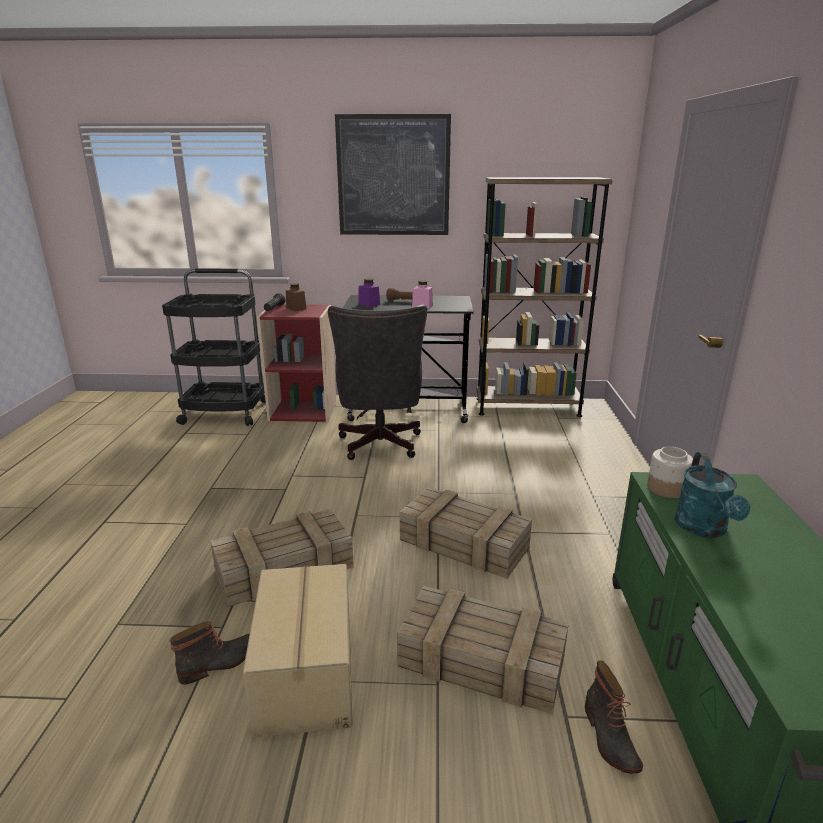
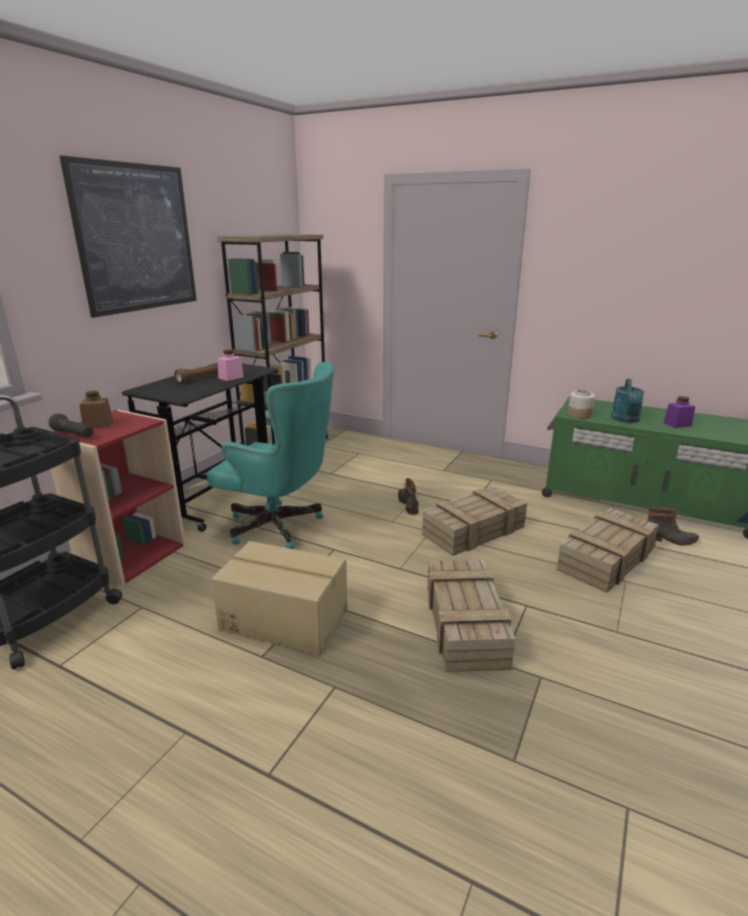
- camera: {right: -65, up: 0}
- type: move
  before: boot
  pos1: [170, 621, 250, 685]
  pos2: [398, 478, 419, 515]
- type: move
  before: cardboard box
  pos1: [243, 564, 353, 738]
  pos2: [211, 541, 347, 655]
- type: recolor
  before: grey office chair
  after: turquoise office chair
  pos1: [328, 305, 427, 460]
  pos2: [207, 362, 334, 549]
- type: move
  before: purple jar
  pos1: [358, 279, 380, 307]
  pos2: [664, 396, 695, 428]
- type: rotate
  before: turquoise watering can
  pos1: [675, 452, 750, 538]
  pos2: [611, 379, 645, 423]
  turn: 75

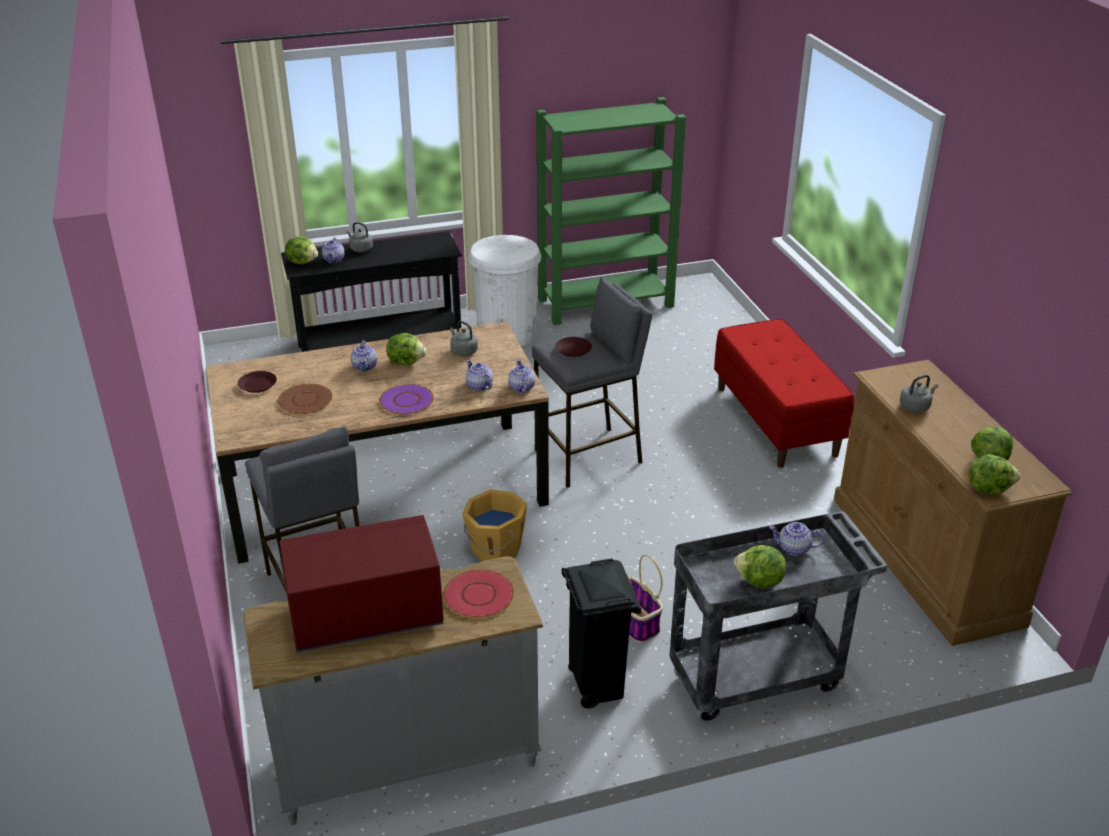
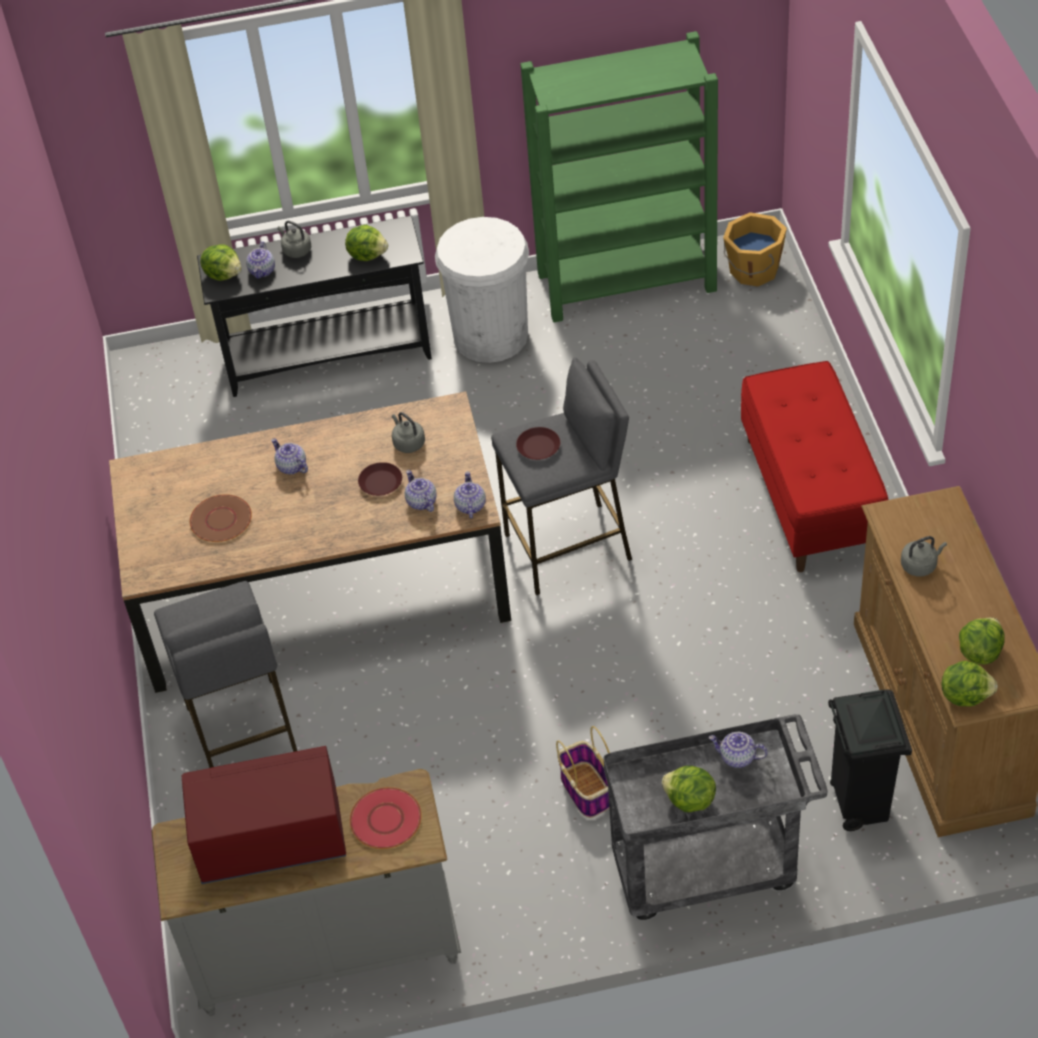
- camera: {right: 10, up: 15}
- type: move
  before: brown plate
  pos1: [238, 371, 277, 393]
  pos2: [358, 462, 402, 496]
- type: rotate
  before: teapot
  pos1: [350, 340, 377, 371]
  pos2: [271, 438, 308, 475]
  turn: 135
- type: delete
  before: purple plate
  pos1: [379, 384, 434, 415]
- type: move
  before: lettuce
  pos1: [386, 333, 426, 365]
  pos2: [345, 225, 388, 261]
- type: move
  before: orange bucket
  pos1: [462, 489, 527, 561]
  pos2: [723, 212, 787, 287]
- type: move
  before: black trash can
  pos1: [561, 558, 641, 708]
  pos2: [828, 689, 912, 831]

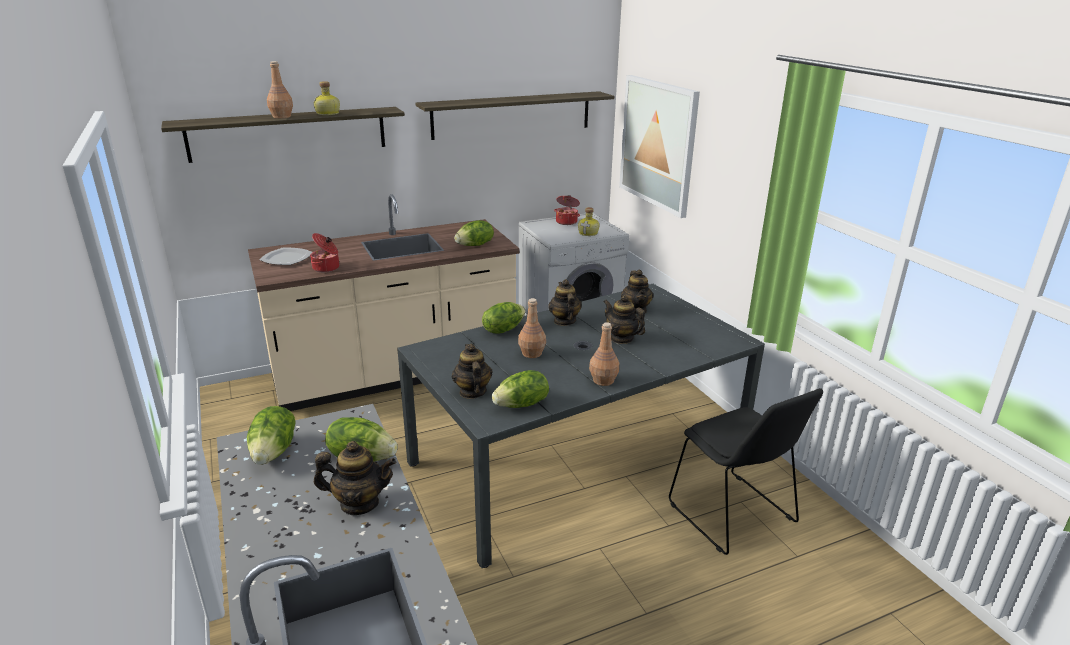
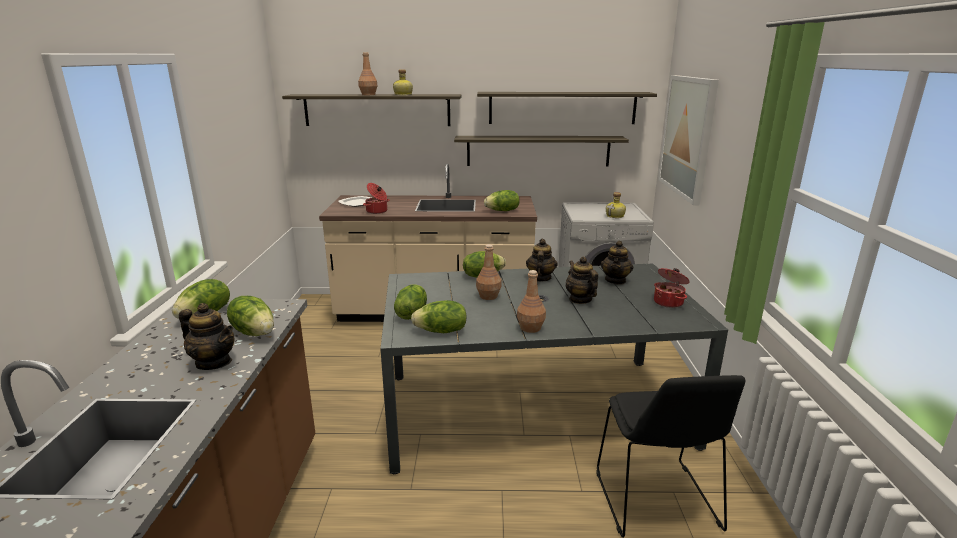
- camera: {right: 25, up: -5}
- type: replace
  before: teapot
  after: lettuce
  pos1: [452, 344, 493, 399]
  pos2: [394, 285, 427, 320]
- type: move
  before: cooking pot
  pos1: [554, 195, 580, 225]
  pos2: [654, 268, 690, 308]
- type: insert
  after: shelf
  pos2: [454, 136, 629, 166]

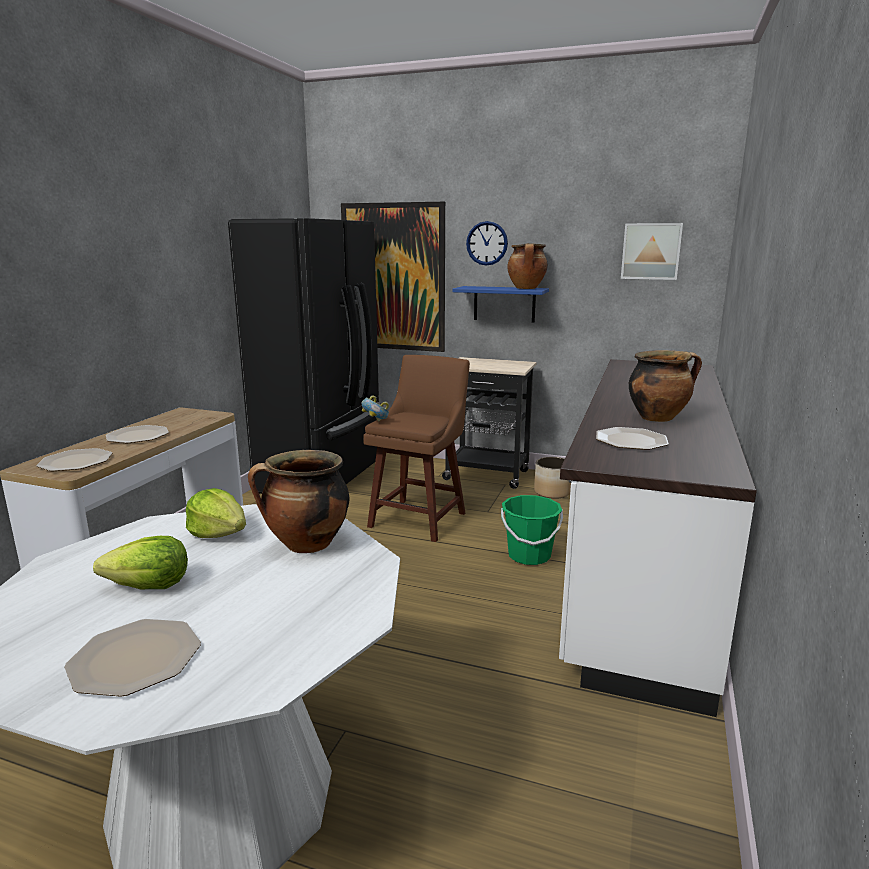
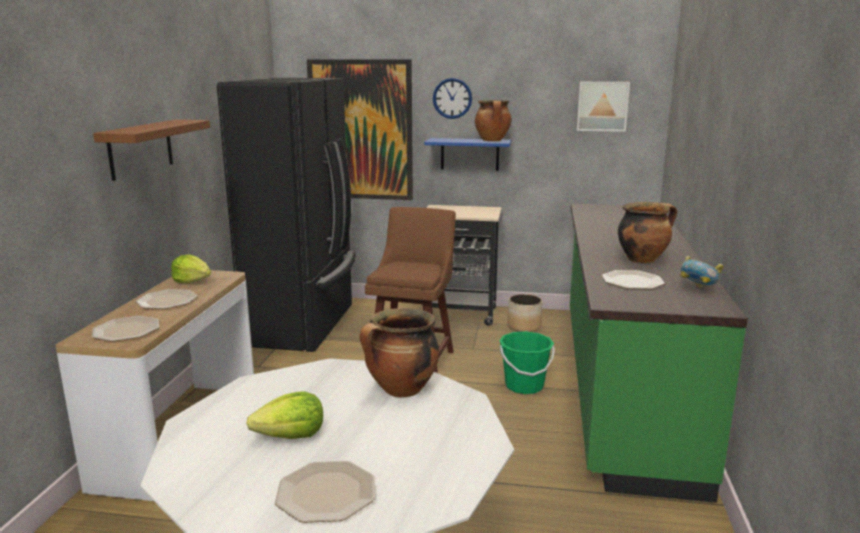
- camera: {right: -10, up: 0}
- type: move
  before: lettuce
  pos1: [186, 488, 246, 538]
  pos2: [171, 254, 211, 283]
- type: move
  before: bowl
  pos1: [362, 396, 389, 421]
  pos2: [680, 256, 723, 288]
- type: recolor
  before: white counter
  after: green counter
  pos1: [559, 359, 757, 717]
  pos2: [570, 203, 748, 503]
- type: insert
  after: brown shelf
  pos2: [93, 119, 210, 181]

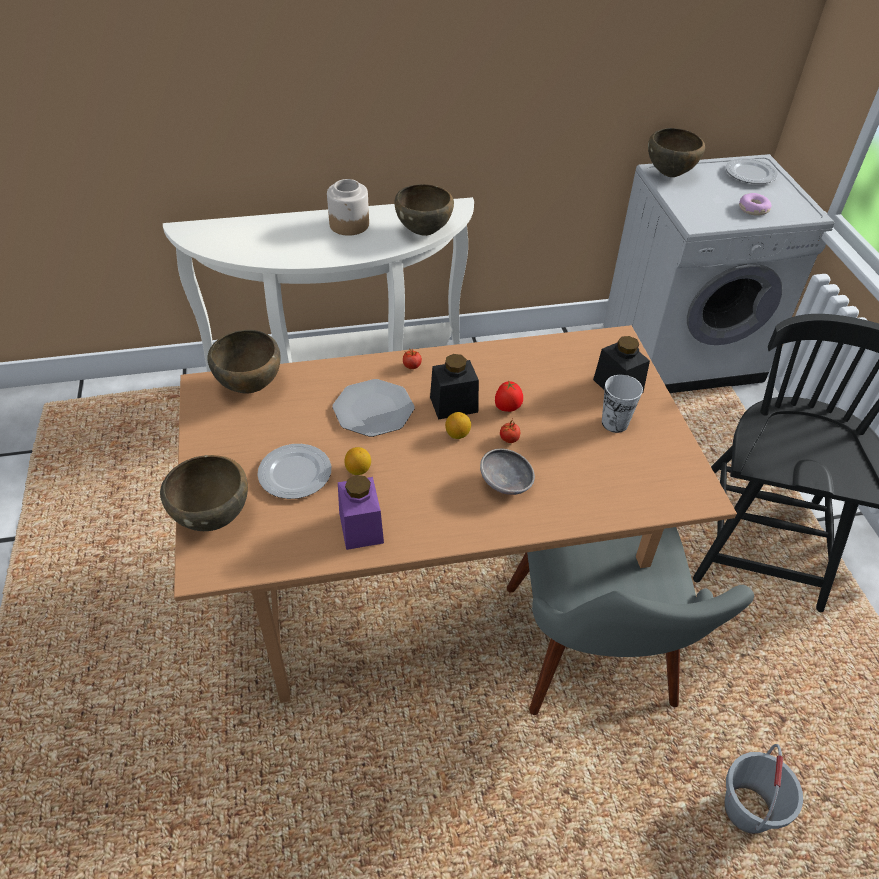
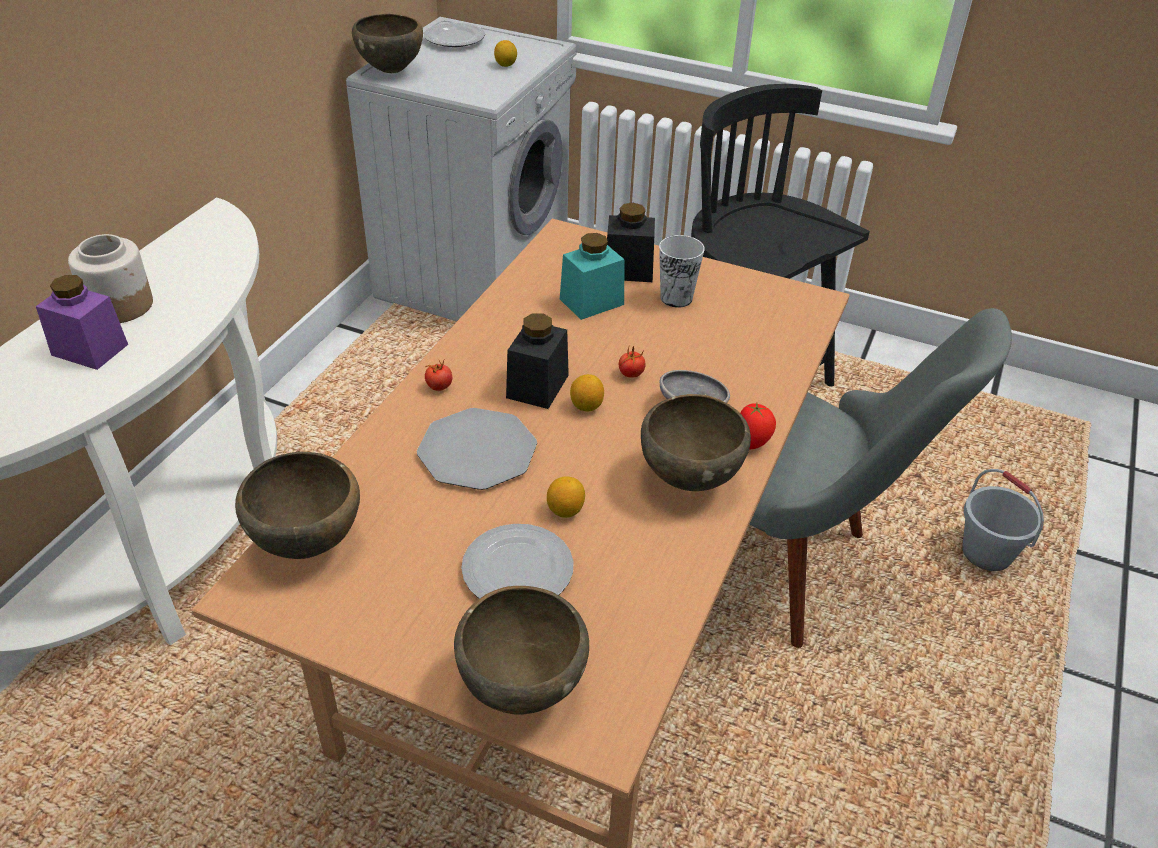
- camera: {right: -55, up: -5}
- type: move
  before: purple jar
  pos1: [338, 475, 384, 550]
  pos2: [36, 275, 128, 370]
- type: move
  before: brown bowl
  pos1: [394, 184, 454, 236]
  pos2: [641, 394, 751, 491]
- type: move
  before: tomato
  pos1: [495, 381, 523, 412]
  pos2: [740, 403, 776, 449]
- type: replace
  before: donut
  after: lemon
  pos1: [739, 193, 772, 216]
  pos2: [494, 40, 517, 67]
- type: insert
  after: turquoise jar
  pos2: [560, 233, 625, 320]

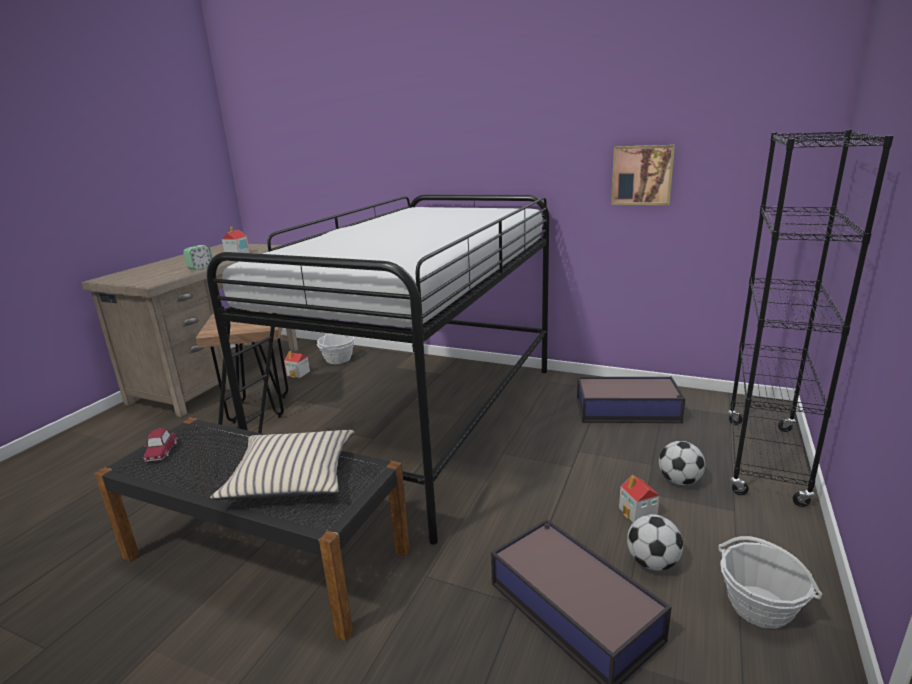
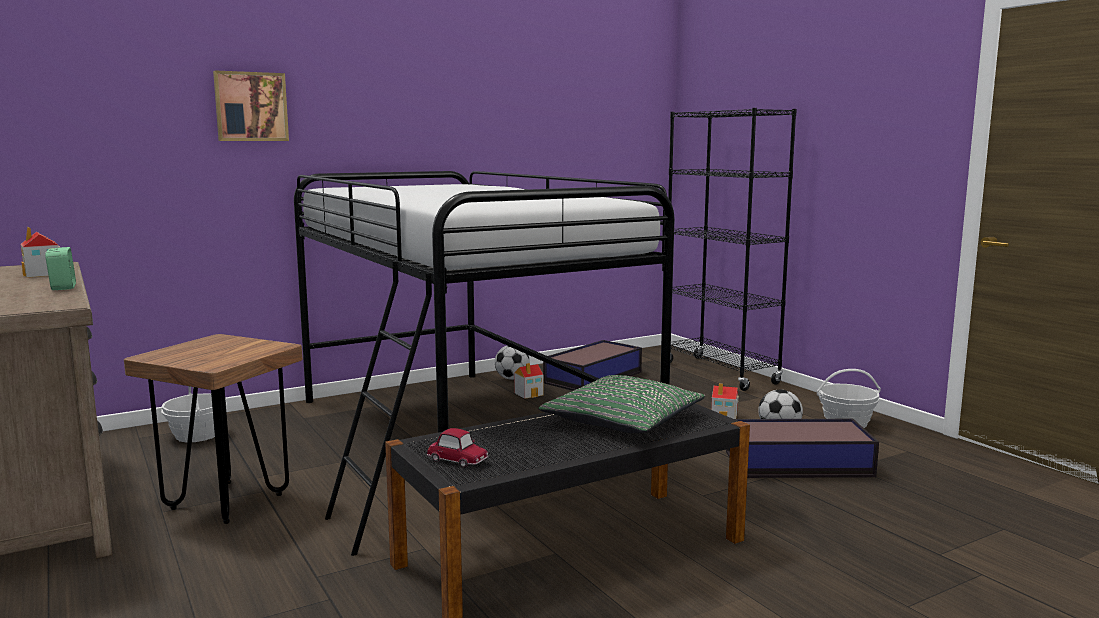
- camera: {right: -55, up: -10}
- type: recolor
  before: beige pillow
  after: green pillow
  pos1: [210, 430, 355, 500]
  pos2: [539, 375, 705, 433]
- type: move
  before: toy house
  pos1: [284, 351, 310, 378]
  pos2: [514, 363, 544, 399]
- type: move
  before: picture
  pos1: [611, 145, 675, 205]
  pos2: [213, 70, 289, 141]
- type: move
  before: football
  pos1: [659, 441, 705, 485]
  pos2: [495, 346, 530, 380]

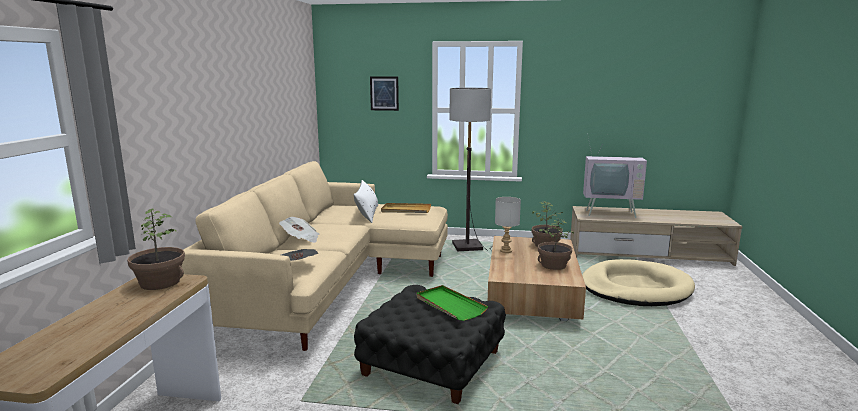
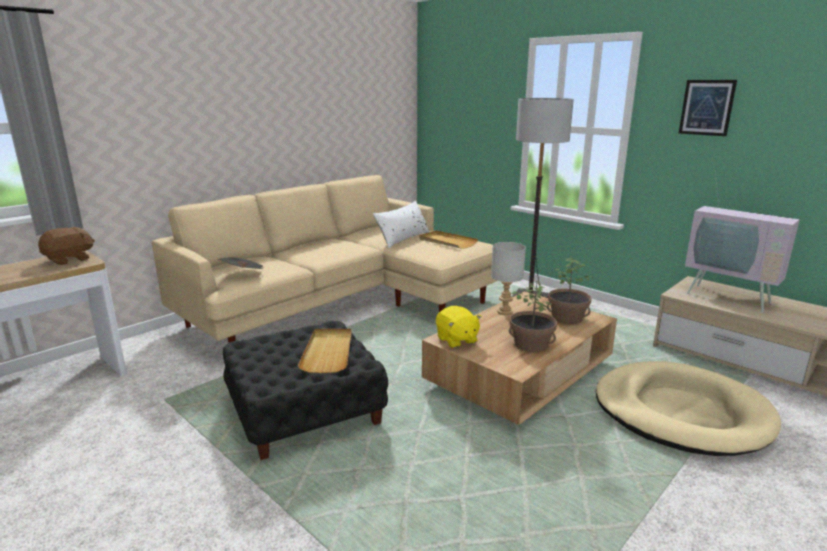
- camera: {right: 35, up: 5}
- type: replace
  before: potted plant
  after: brown plush toy
  pos1: [127, 208, 185, 290]
  pos2: [38, 227, 95, 265]
- type: delete
  before: newspaper
  pos1: [280, 217, 319, 243]
- type: move
  before: picture
  pos1: [370, 76, 399, 111]
  pos2: [679, 80, 737, 136]
- type: recolor
  before: green tray
  after: beige tray
  pos1: [417, 285, 488, 321]
  pos2: [298, 329, 352, 373]
- type: insert
  after: yellow plush toy
  pos2: [436, 306, 482, 348]

